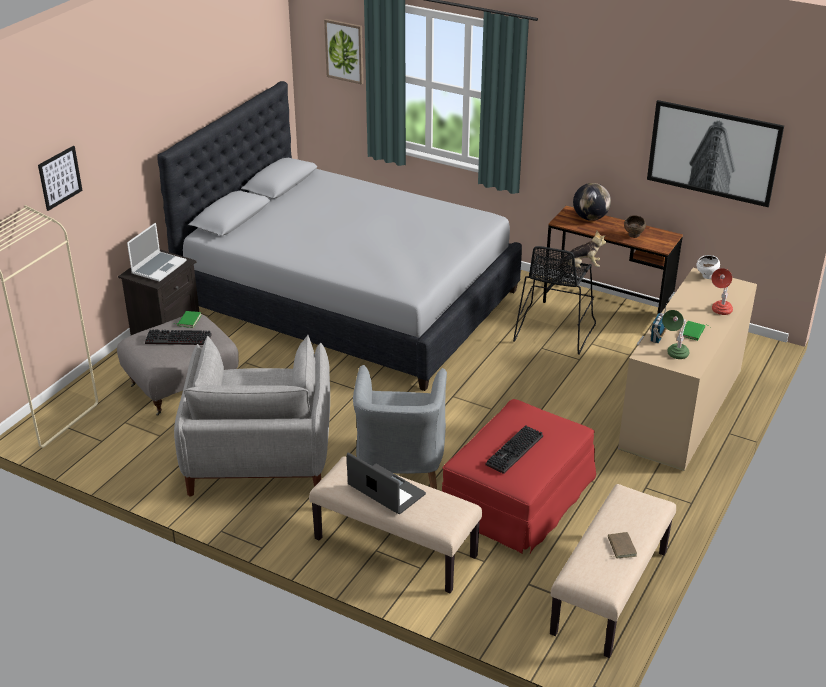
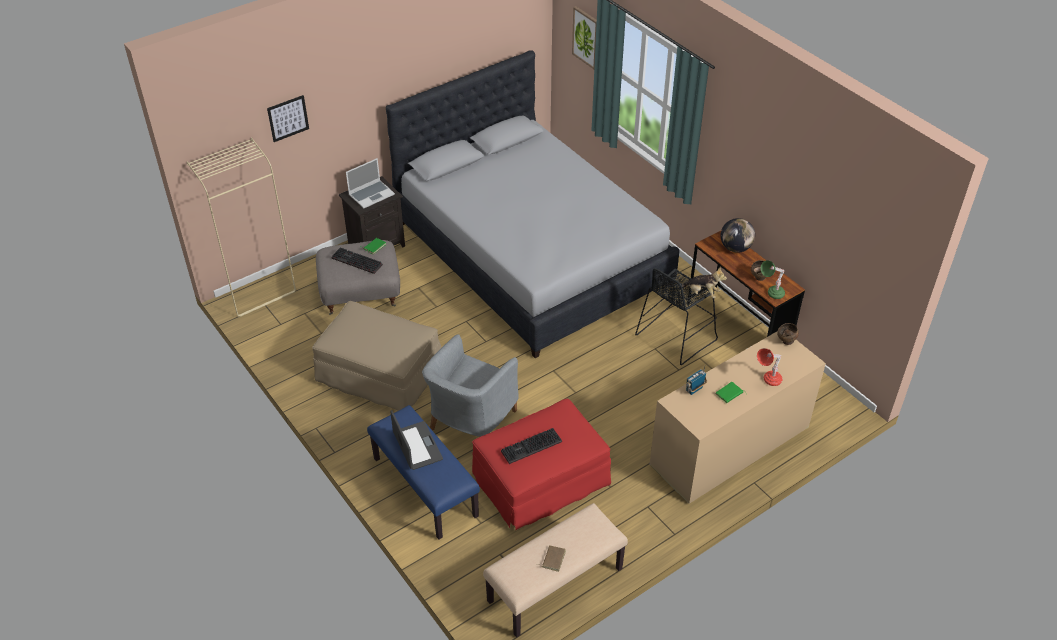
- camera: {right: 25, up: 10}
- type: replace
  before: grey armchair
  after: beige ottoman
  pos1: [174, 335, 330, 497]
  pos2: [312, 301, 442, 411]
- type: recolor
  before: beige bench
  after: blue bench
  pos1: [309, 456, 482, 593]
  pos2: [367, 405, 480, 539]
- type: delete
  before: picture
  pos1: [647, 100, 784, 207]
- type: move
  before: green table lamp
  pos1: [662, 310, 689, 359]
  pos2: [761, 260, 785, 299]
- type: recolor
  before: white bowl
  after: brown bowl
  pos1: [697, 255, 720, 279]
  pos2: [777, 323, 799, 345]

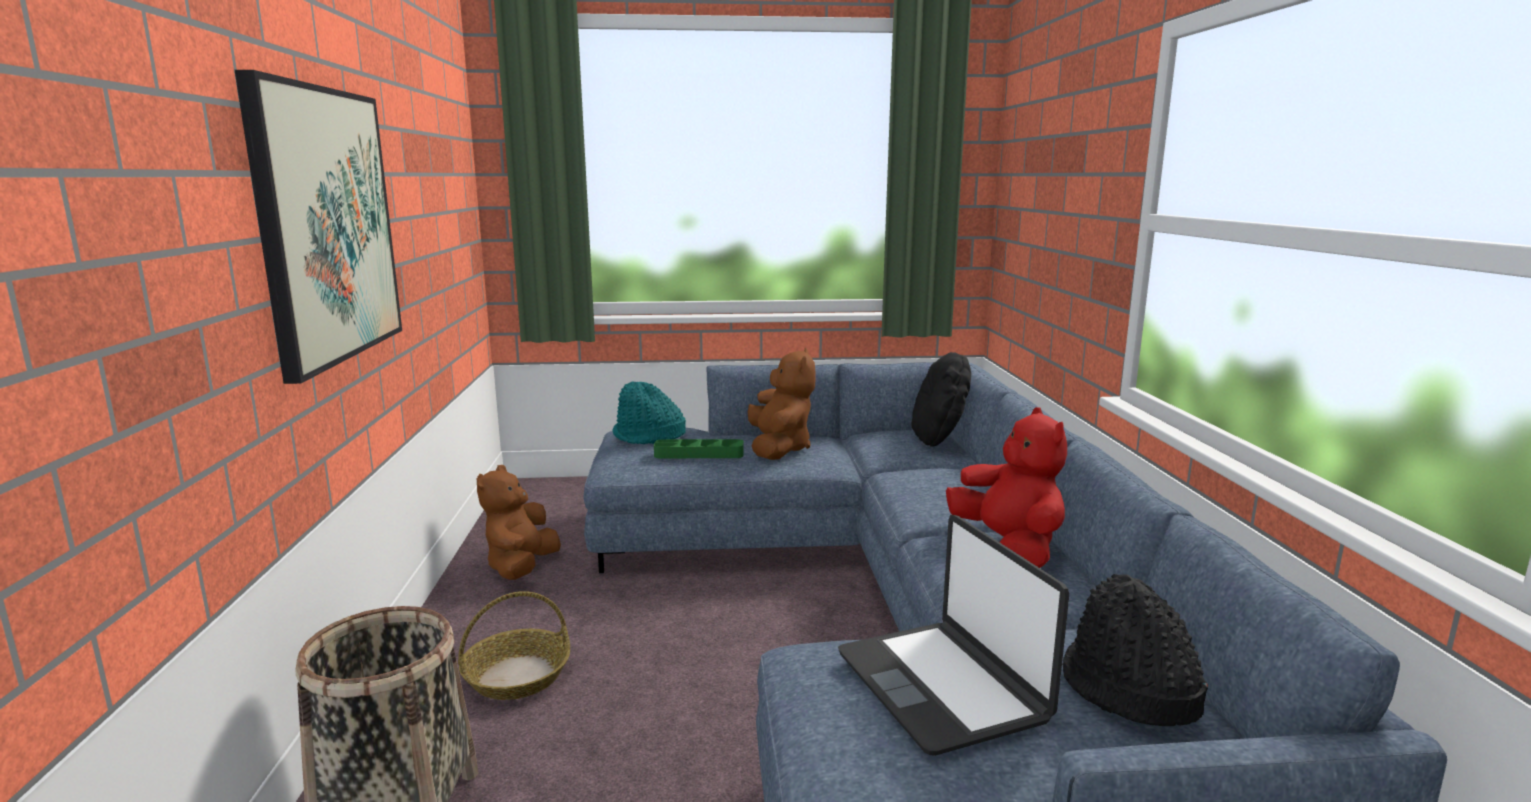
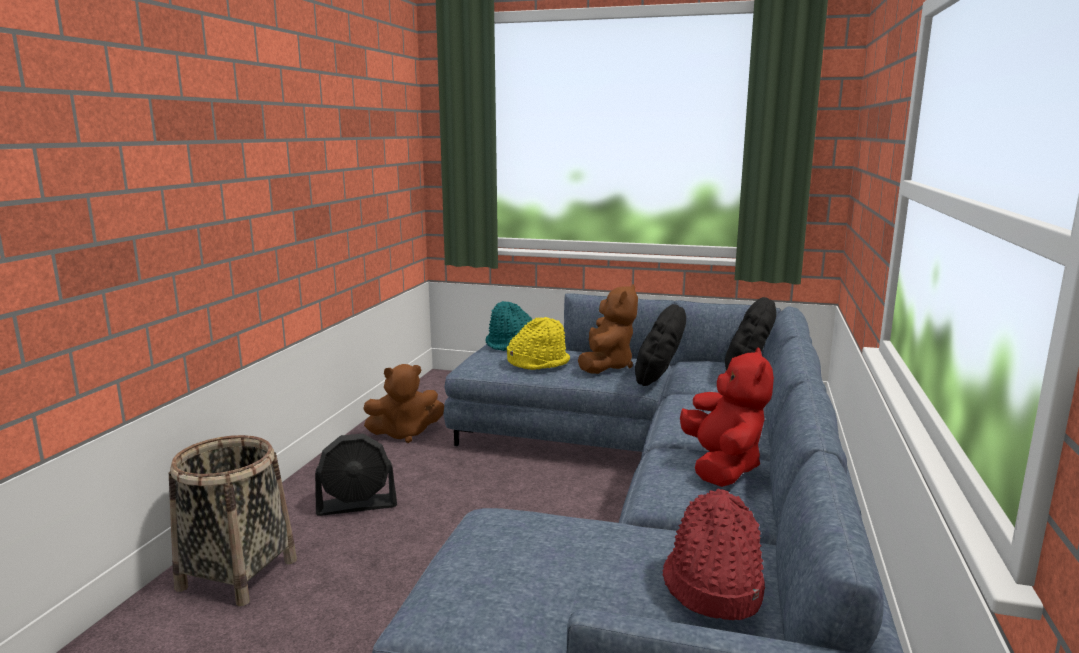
- camera: {right: 20, up: 0}
- type: delete
  before: picture
  pos1: [235, 70, 402, 384]
- type: replace
  before: basket
  after: black fan
  pos1: [458, 591, 570, 700]
  pos2: [315, 433, 397, 516]
- type: rotate
  before: brown plush toy
  pos1: [477, 465, 561, 580]
  pos2: [363, 364, 444, 443]
  turn: -135
- type: replace
  before: green tray
  after: yellow hat
  pos1: [654, 439, 744, 458]
  pos2: [507, 317, 570, 370]
- type: delete
  before: laptop
  pos1: [838, 515, 1069, 756]
- type: recolor
  before: black hat
  after: red hat
  pos1: [1062, 574, 1208, 726]
  pos2: [662, 489, 765, 620]
- type: insert
  after: black pillow
  pos2: [635, 304, 686, 386]

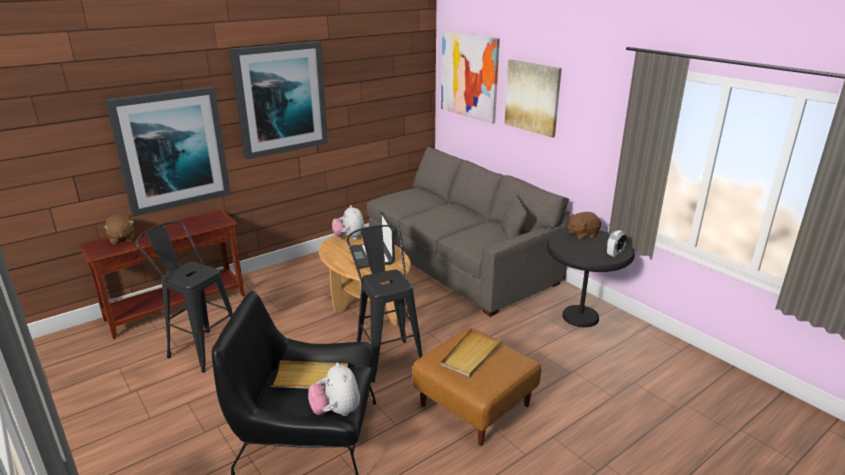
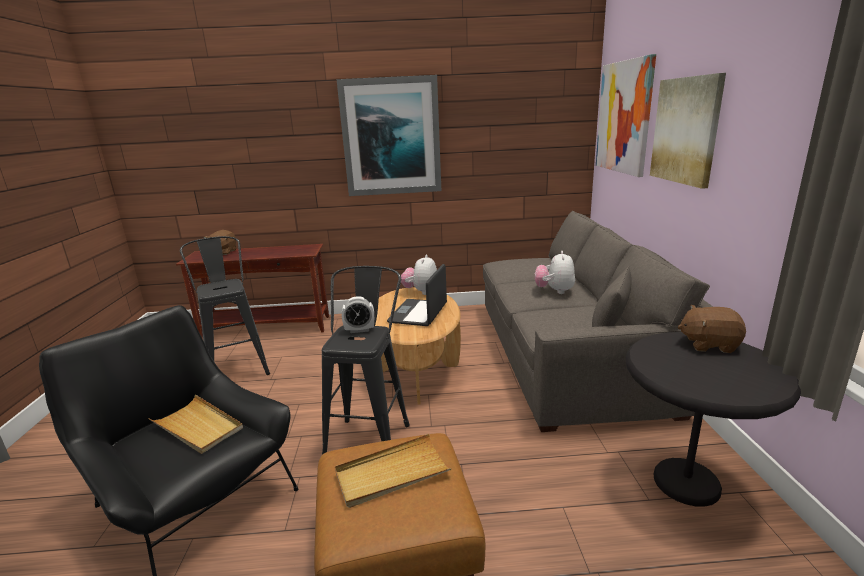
- camera: {right: 35, up: -5}
- type: delete
  before: picture
  pos1: [105, 86, 231, 216]
- type: move
  before: plush toy
  pos1: [308, 363, 360, 416]
  pos2: [535, 251, 575, 294]
- type: move
  before: alarm clock
  pos1: [607, 230, 627, 257]
  pos2: [342, 296, 374, 333]

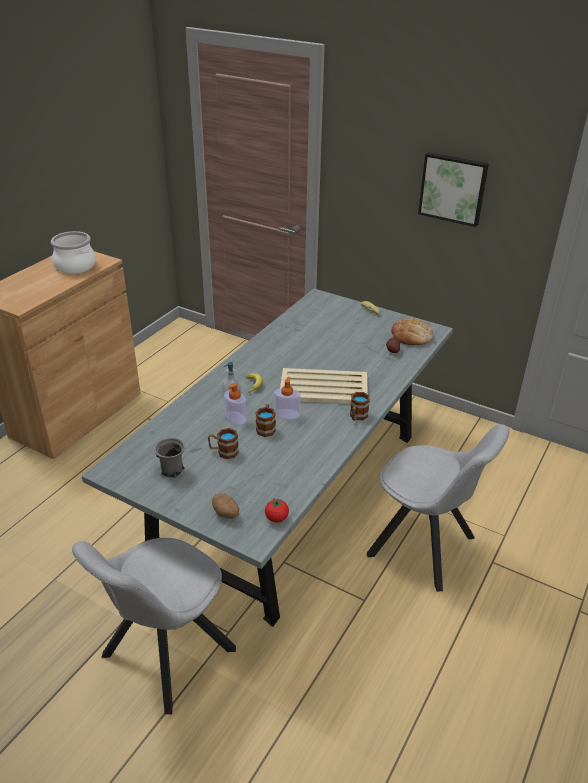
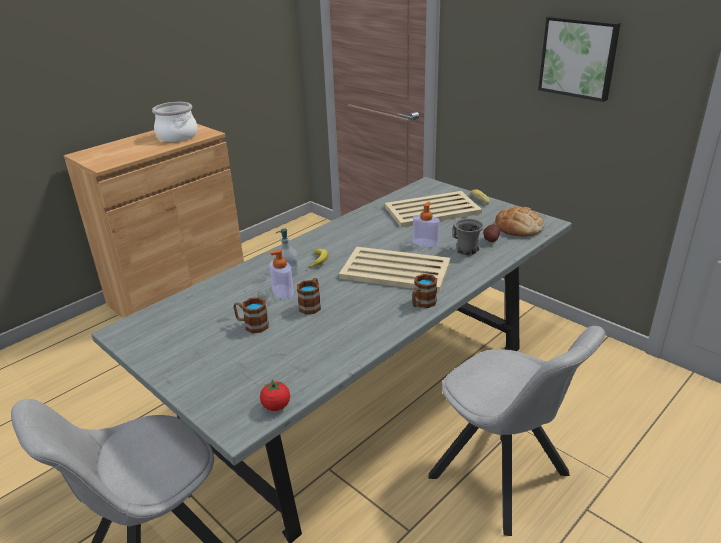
- camera: {right: 15, up: -5}
- type: move
  before: grey mug
  pos1: [154, 437, 185, 478]
  pos2: [453, 218, 484, 256]
- type: delete
  before: potato
  pos1: [212, 493, 239, 519]
- type: move
  before: soap dispenser
  pos1: [274, 377, 301, 419]
  pos2: [413, 202, 440, 247]
- type: insert
  after: beige tray
  pos2: [385, 191, 482, 227]

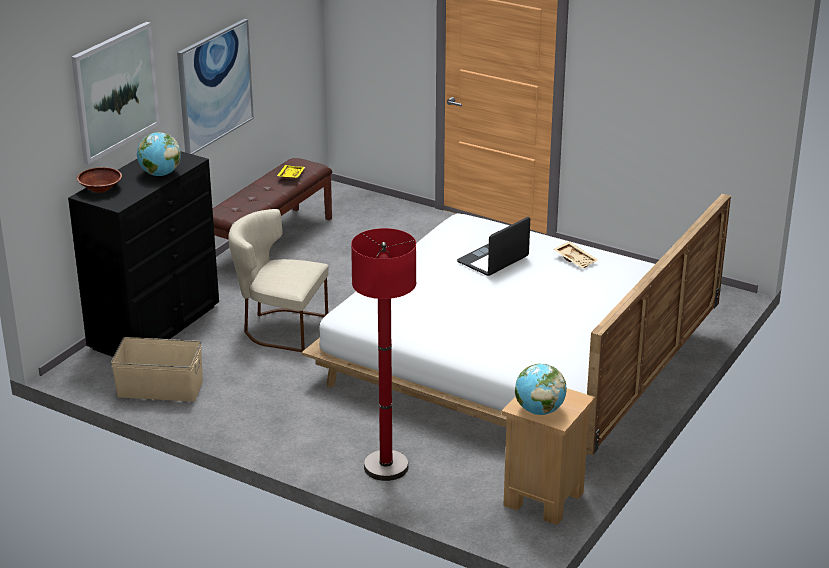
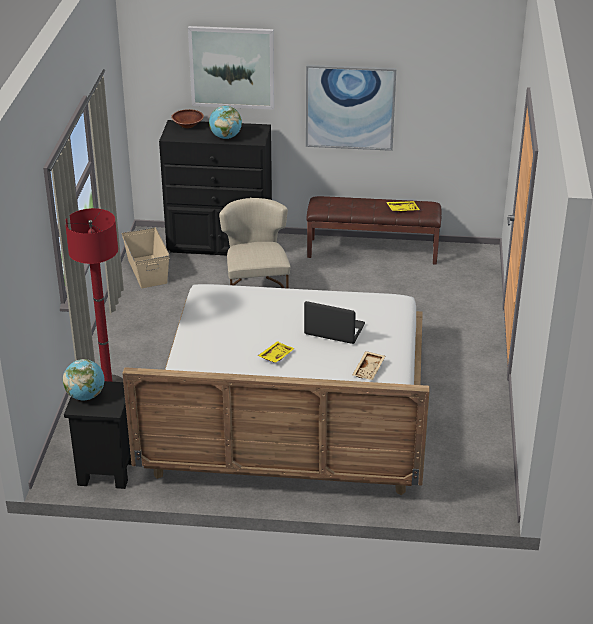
- camera: {right: 65, up: 5}
- type: recolor
  before: beige nightstand
  after: black nightstand
  pos1: [501, 388, 595, 525]
  pos2: [64, 381, 131, 489]
- type: insert
  after: yellow tray
  pos2: [258, 341, 295, 363]

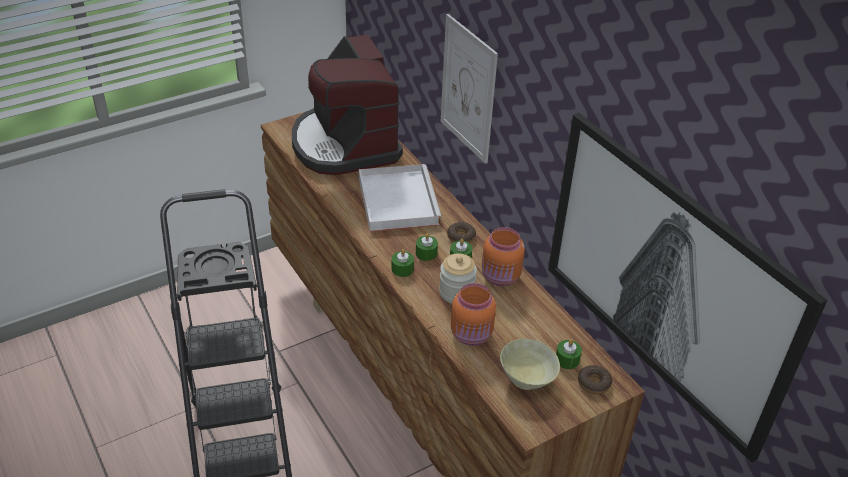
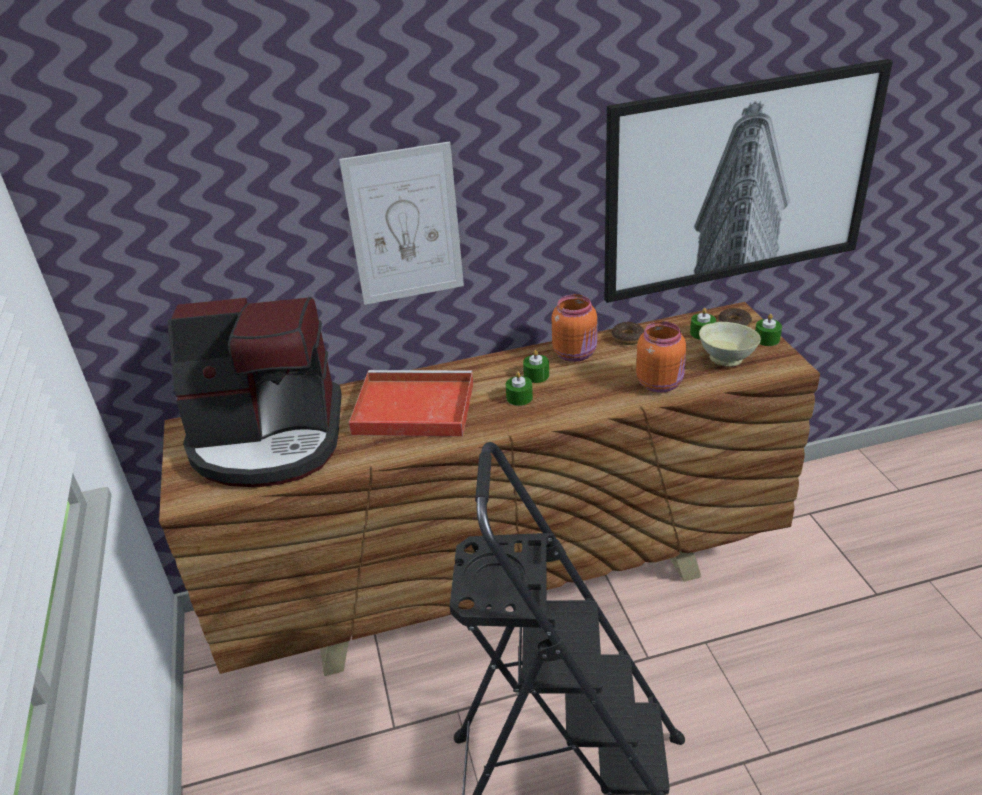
- camera: {right: -70, up: -5}
- type: recolor
  before: white tray
  after: red tray
  pos1: [359, 164, 442, 232]
  pos2: [349, 370, 474, 437]
- type: move
  before: green candle
  pos1: [392, 249, 414, 277]
  pos2: [755, 314, 782, 346]
- type: delete
  before: jar
  pos1: [439, 253, 477, 304]
- type: move
  before: donut
  pos1: [447, 222, 476, 243]
  pos2: [611, 322, 644, 345]

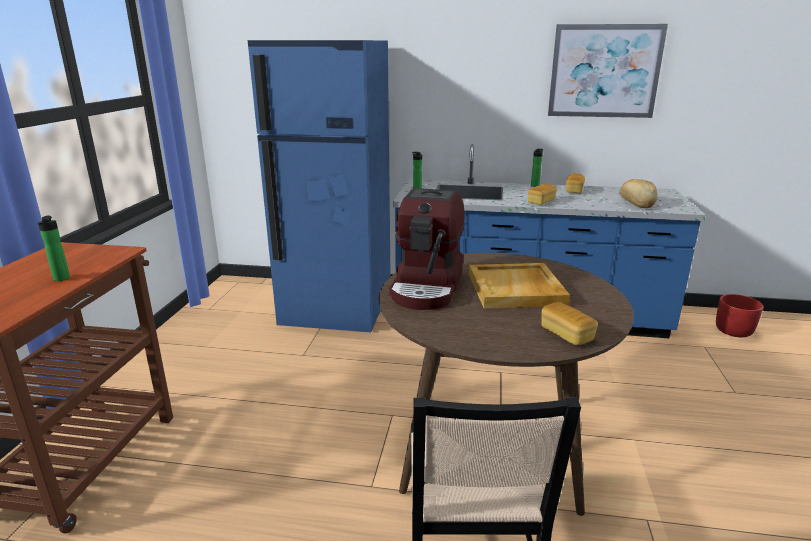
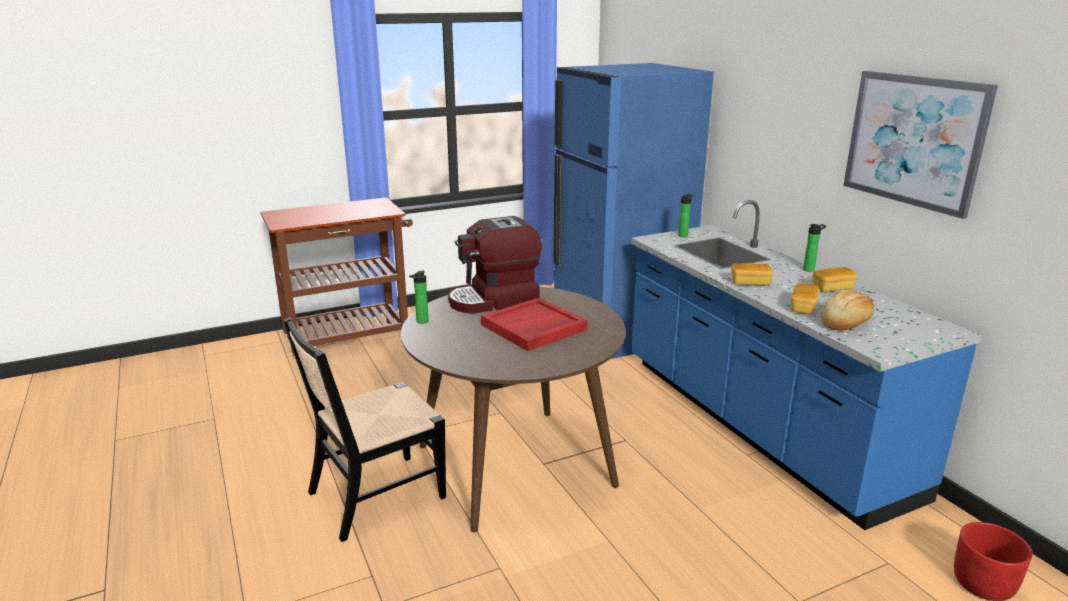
- camera: {right: 55, up: 0}
- type: move
  before: bottle
  pos1: [38, 215, 70, 281]
  pos2: [409, 270, 429, 324]
- type: recolor
  before: beige tray
  after: red tray
  pos1: [469, 263, 570, 309]
  pos2: [481, 298, 587, 351]
- type: move
  before: bread
  pos1: [541, 302, 598, 345]
  pos2: [791, 283, 819, 314]

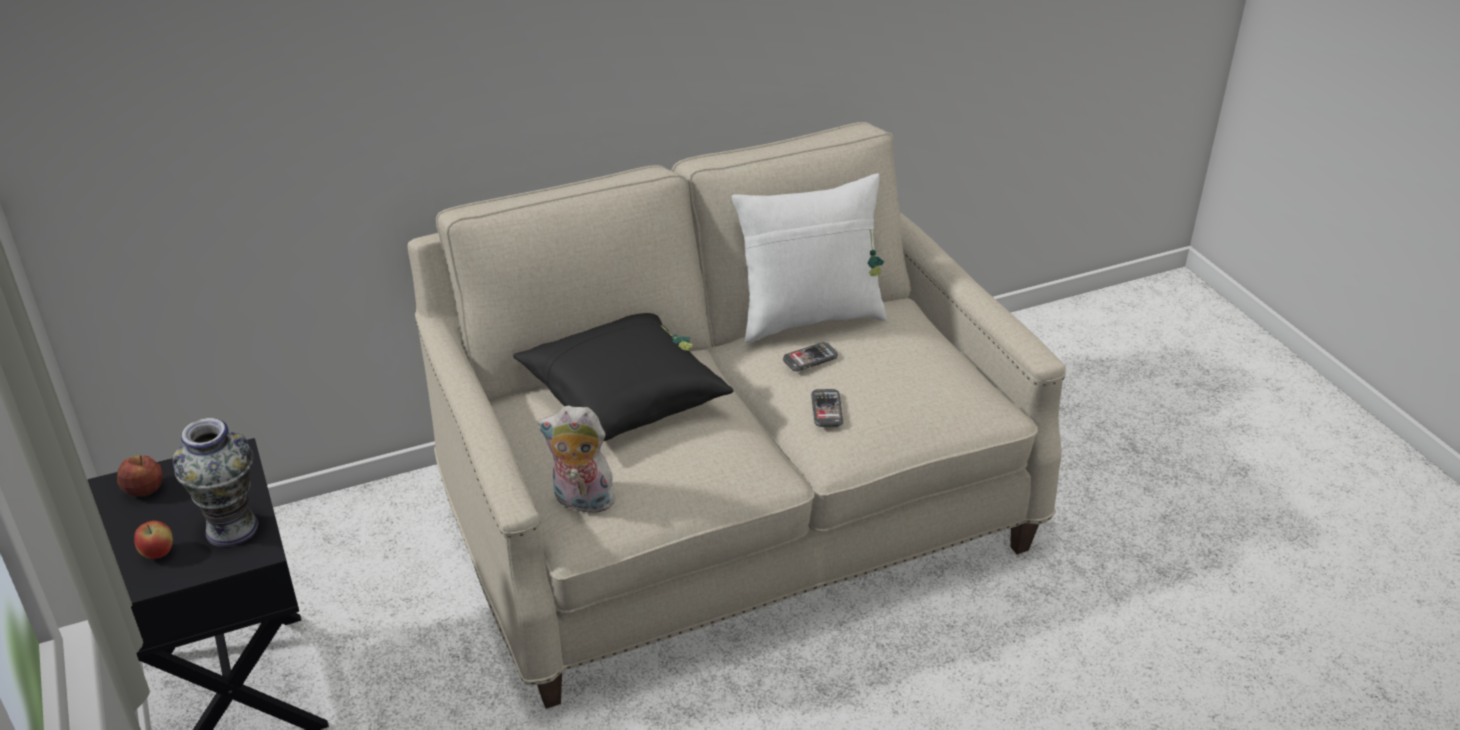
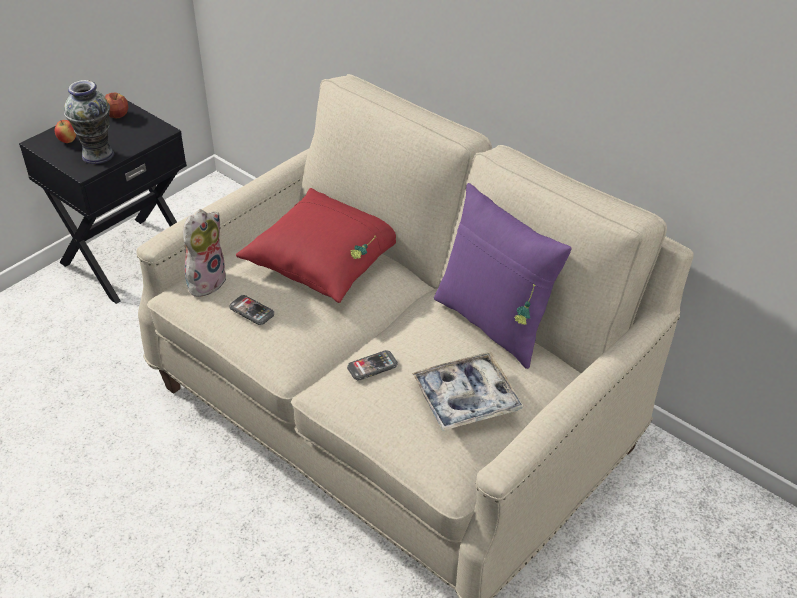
- camera: {right: 65, up: 5}
- type: recolor
  before: black pillow
  after: red pillow
  pos1: [513, 313, 733, 441]
  pos2: [236, 188, 396, 303]
- type: rotate
  before: plush toy
  pos1: [537, 406, 619, 513]
  pos2: [183, 209, 226, 297]
  turn: 45
- type: recolor
  before: white pillow
  after: purple pillow
  pos1: [732, 173, 887, 343]
  pos2: [434, 183, 572, 369]
- type: move
  before: phone
  pos1: [783, 342, 838, 372]
  pos2: [229, 295, 274, 325]
- type: insert
  after: tray
  pos2: [412, 352, 523, 431]

